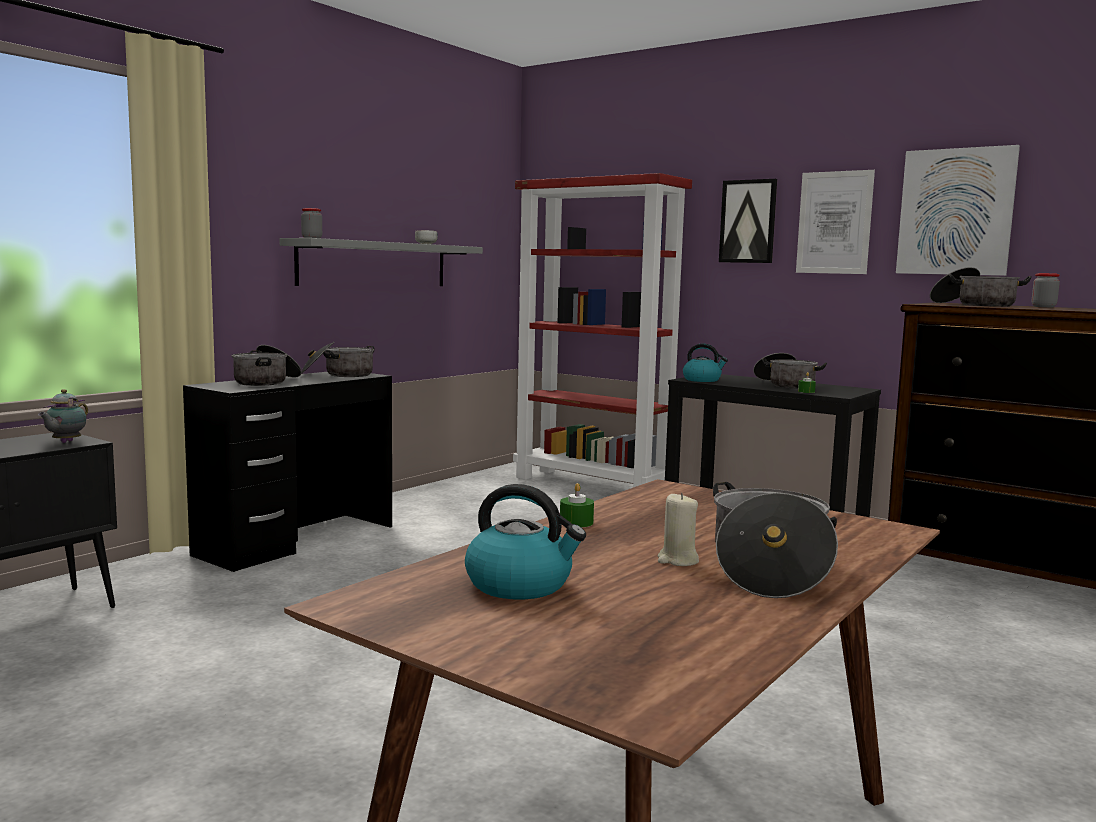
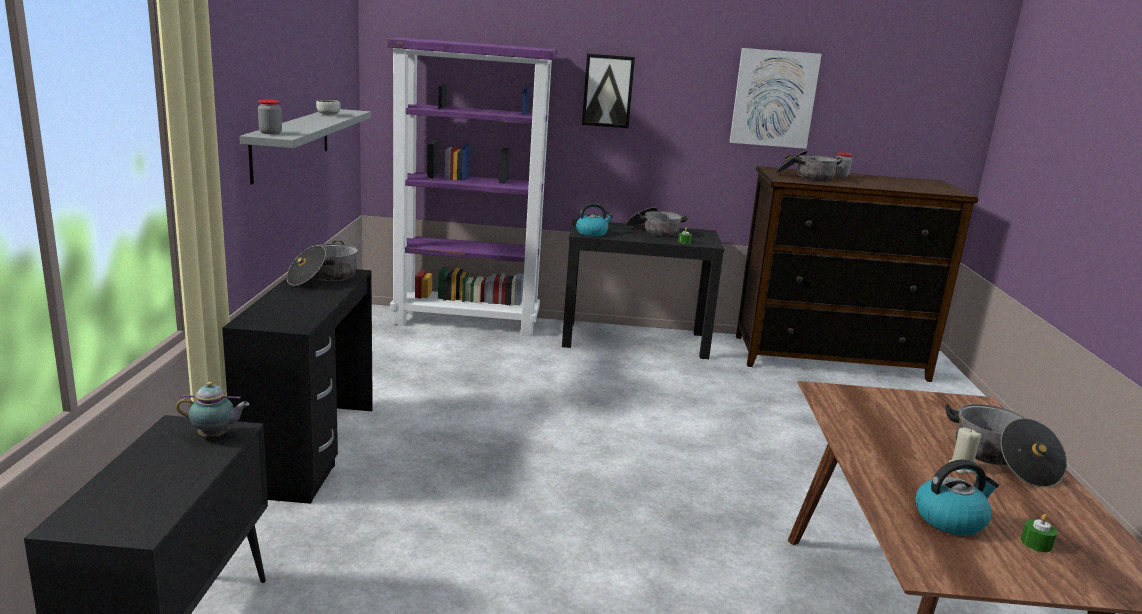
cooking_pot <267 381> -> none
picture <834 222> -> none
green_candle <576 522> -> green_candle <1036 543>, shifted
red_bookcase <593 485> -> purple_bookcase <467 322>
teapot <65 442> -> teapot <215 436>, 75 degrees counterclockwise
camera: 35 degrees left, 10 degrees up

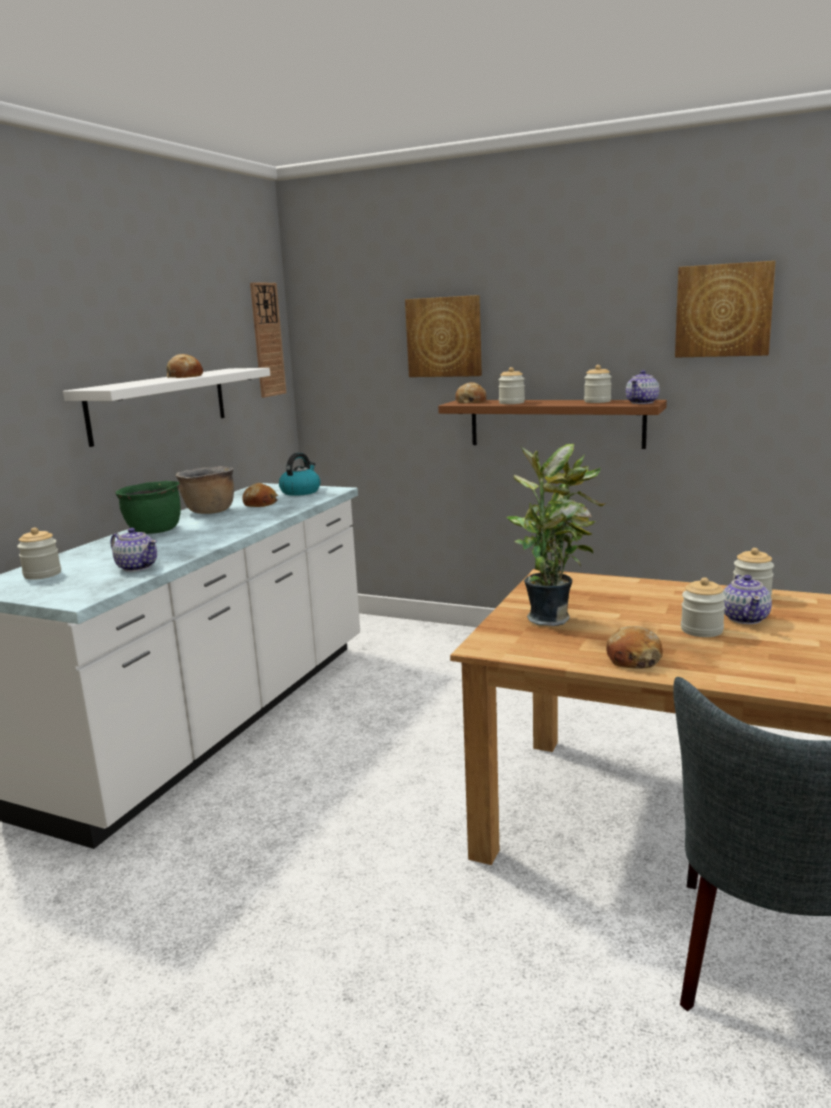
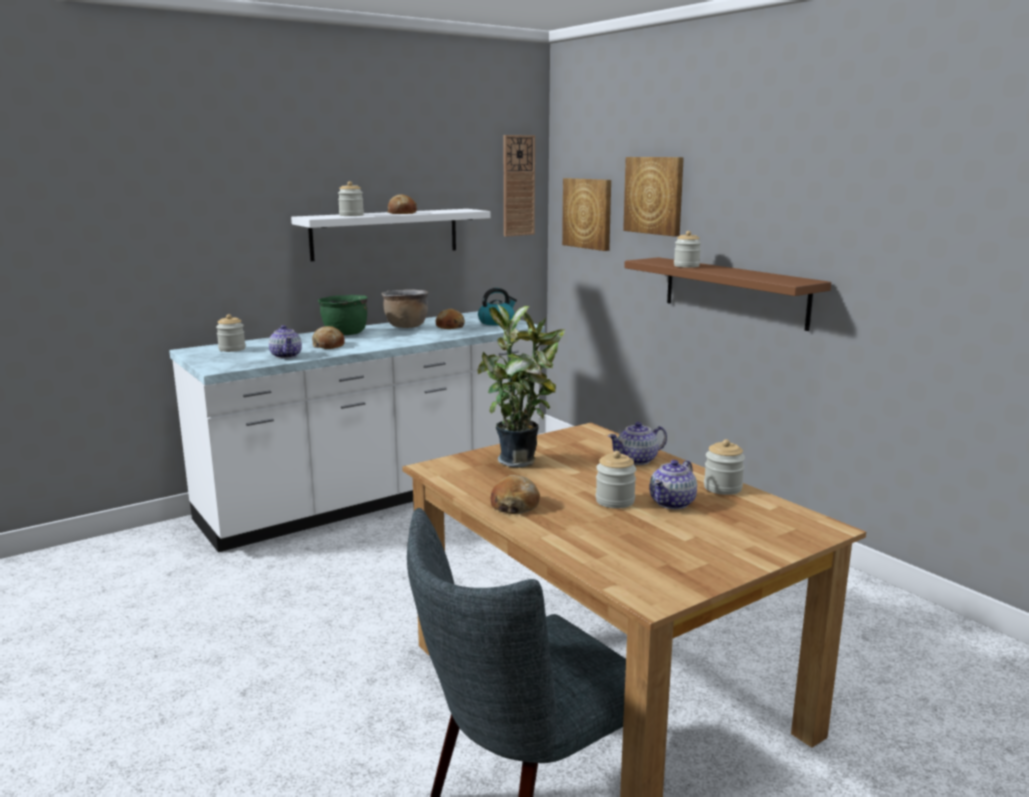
bread <471 402> -> bread <328 345>, shifted
jar <597 401> -> jar <351 215>, shifted
teapot <642 402> -> teapot <637 460>, shifted
picture <723 310> -> picture <588 213>, shifted
camera: 30 degrees right, 0 degrees up

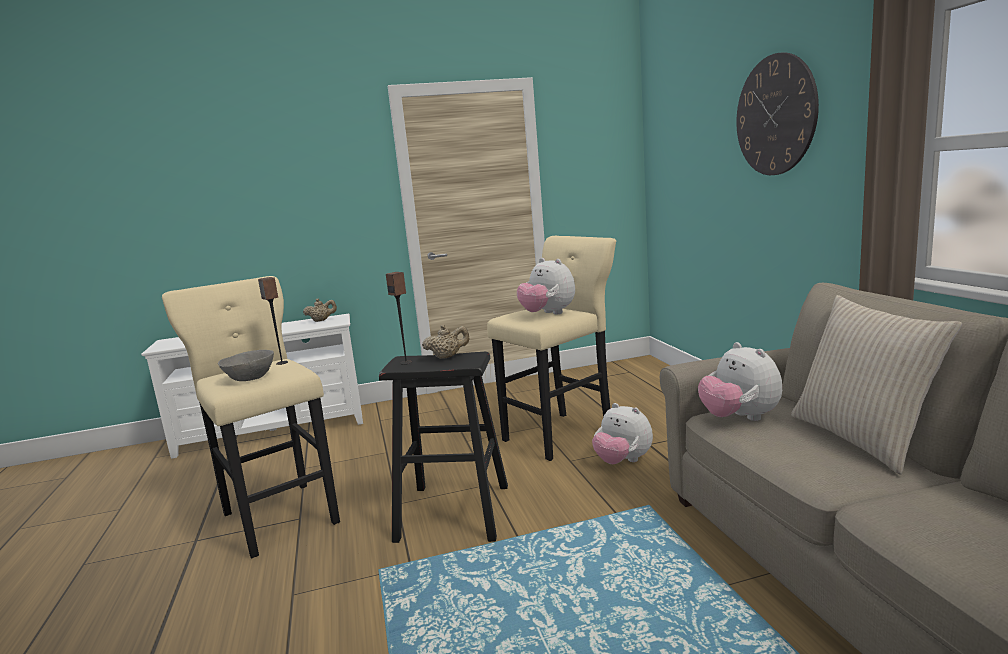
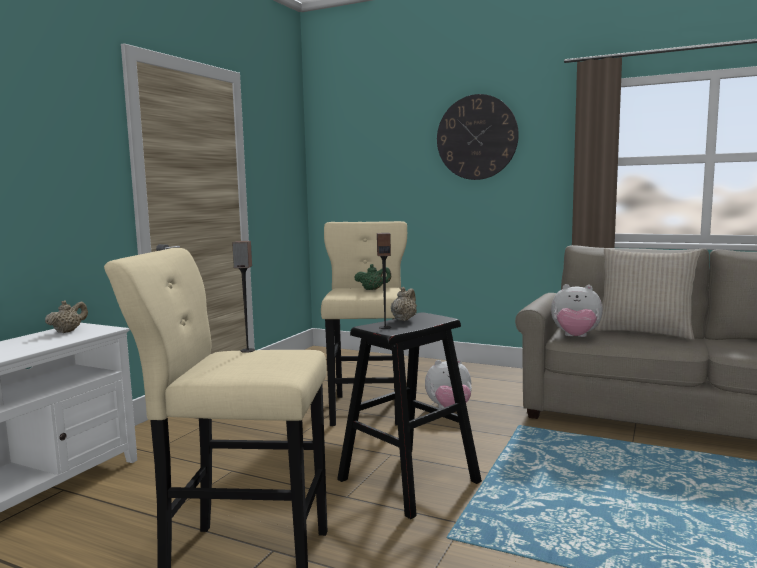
grey_bowl <250 377> -> none
plush_toy <547 314> -> green_teapot <373 289>
camera: 50 degrees left, 5 degrees down

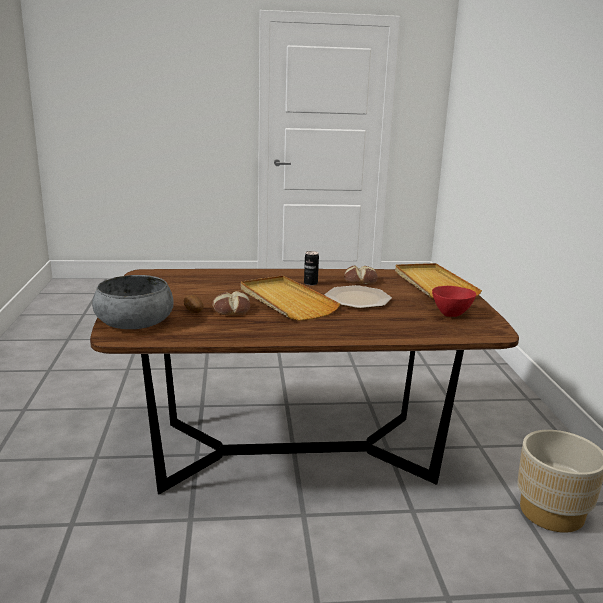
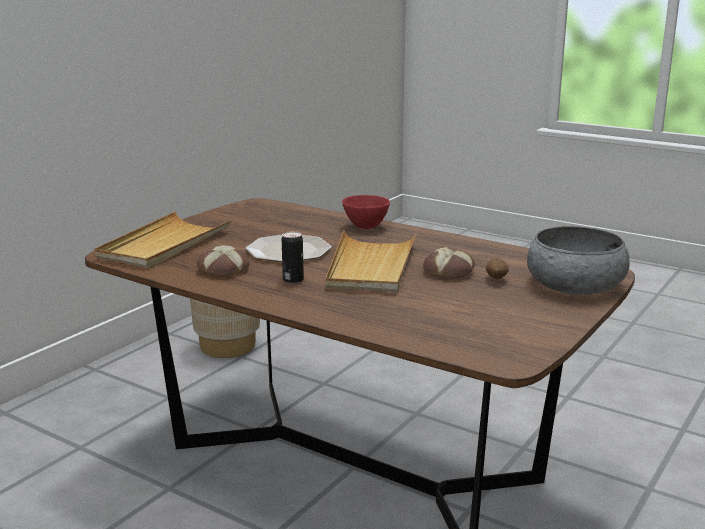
red_bowl <451 314> -> red_bowl <365 226>, shifted
camera: 140 degrees left, 0 degrees up

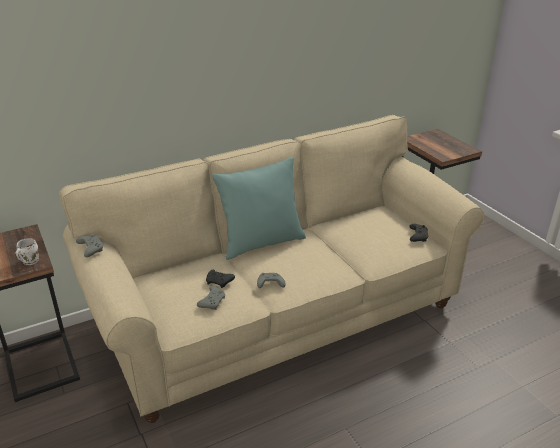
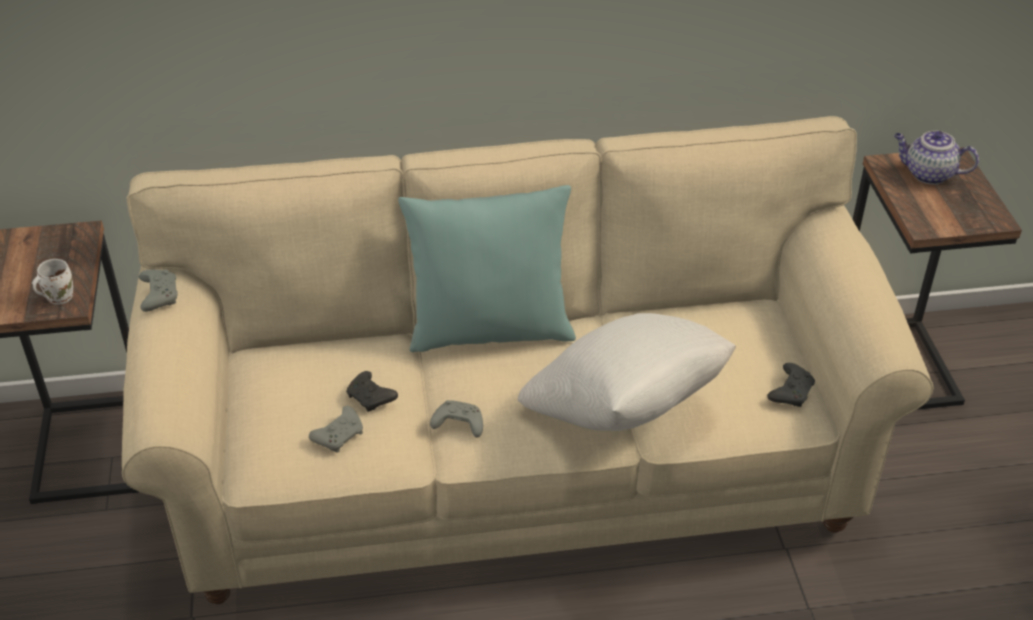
none -> white_pillow <623 414>
none -> teapot <928 174>
camera: 20 degrees right, 10 degrees up

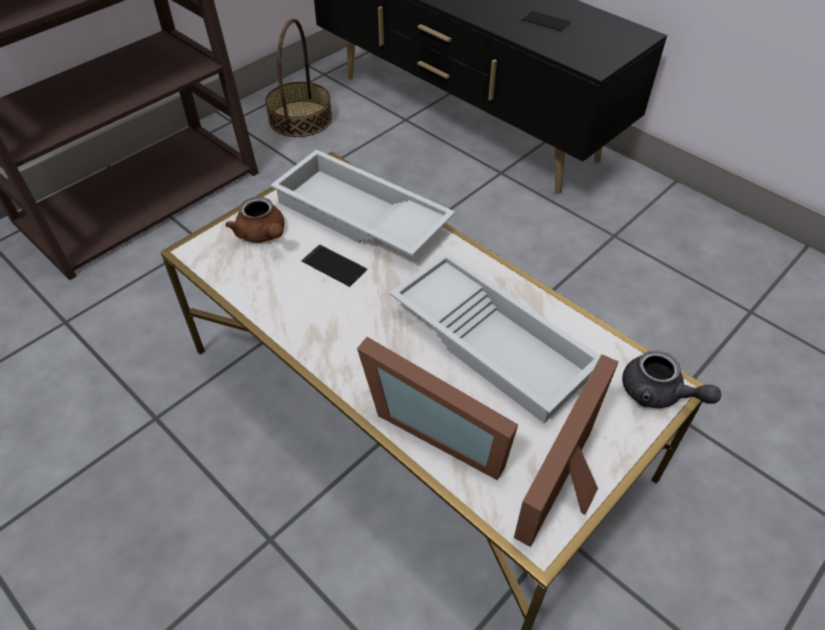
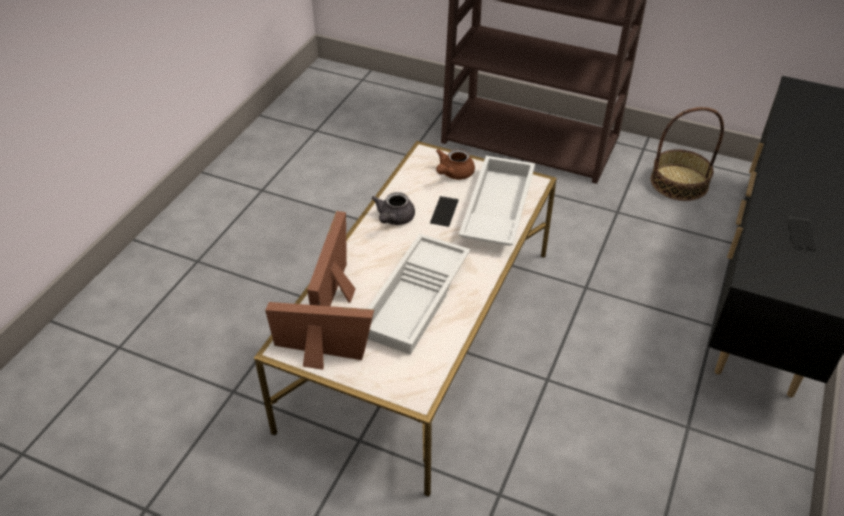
grey_teapot <658 394> -> grey_teapot <394 219>, shifted
camera: 70 degrees right, 5 degrees down

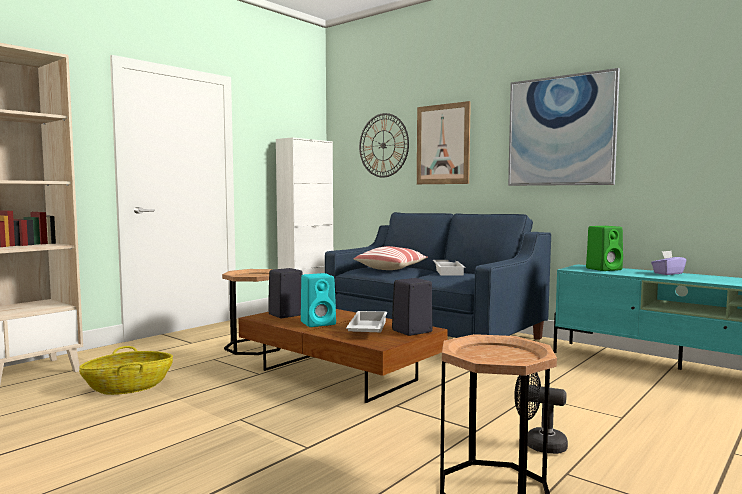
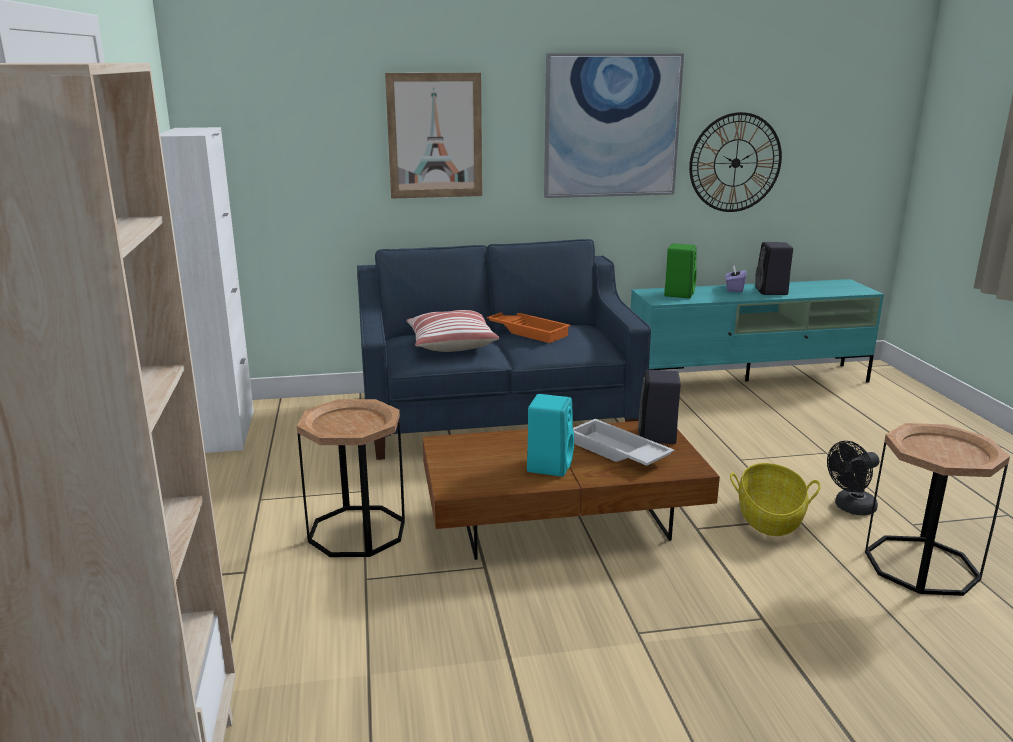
basket <128 387> -> basket <769 518>, shifted
black_speaker <285 315> -> black_speaker <772 292>, shifted
wall_clock <383 145> -> wall_clock <735 163>, shifted
white_tray <449 271> -> orange_tray <529 331>
camera: 50 degrees left, 15 degrees up

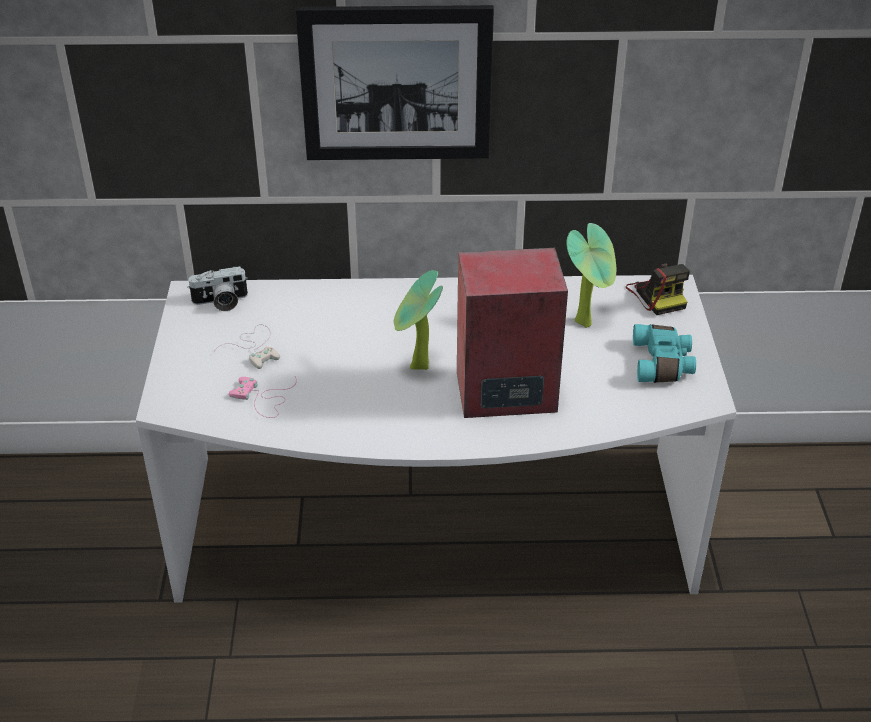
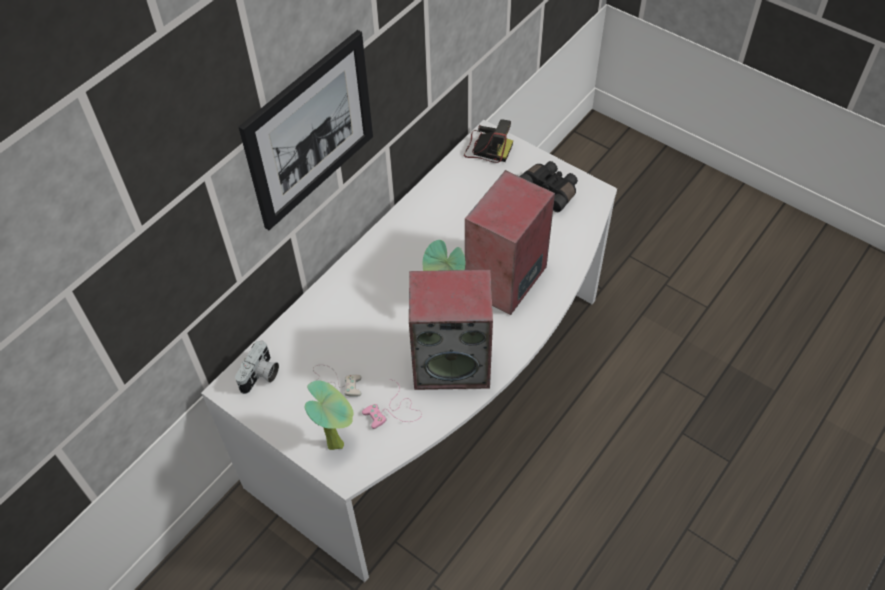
none -> speaker <452 363>
potted_plant <587 322> -> potted_plant <338 442>, shifted
turquoise_binoculars <663 364> -> black_binoculars <550 190>
camera: 50 degrees left, 15 degrees up

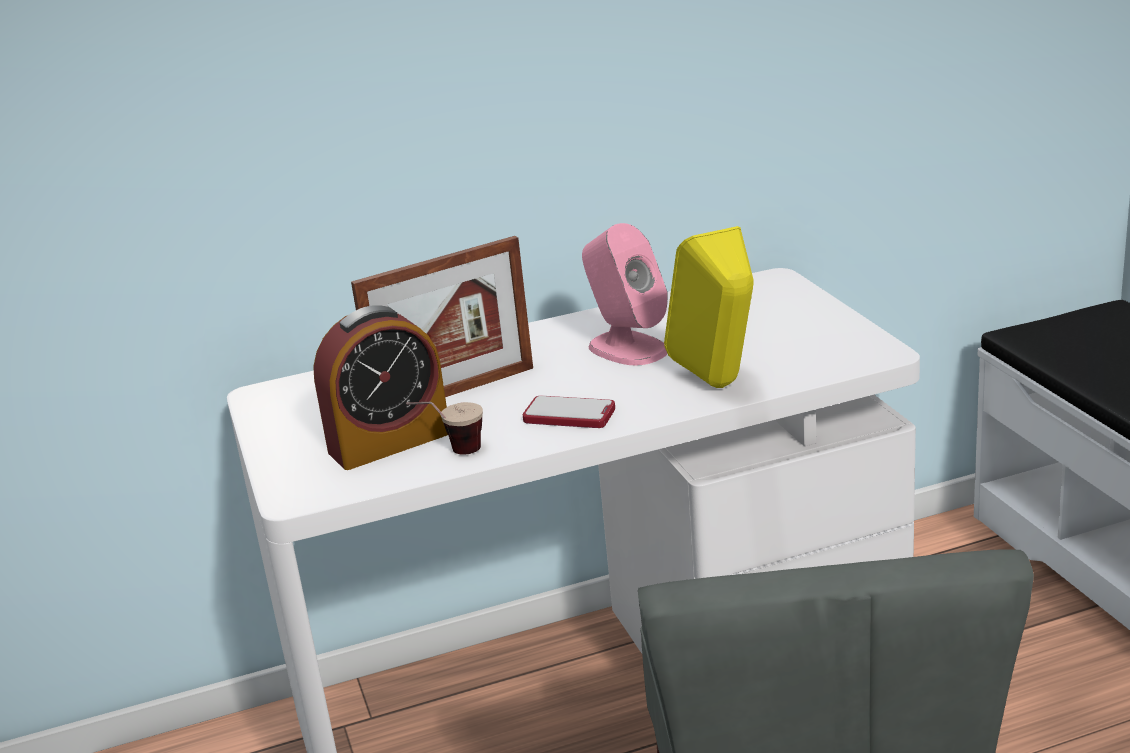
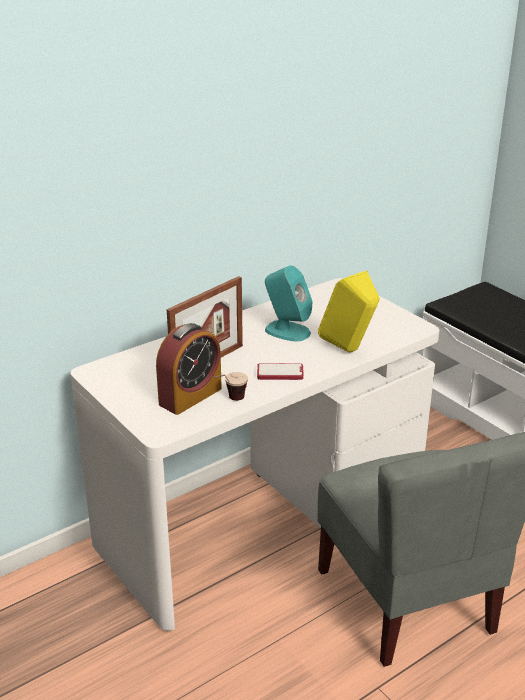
pink_speaker <627 348> -> turquoise_speaker <287 331>
camera: 20 degrees left, 5 degrees up

